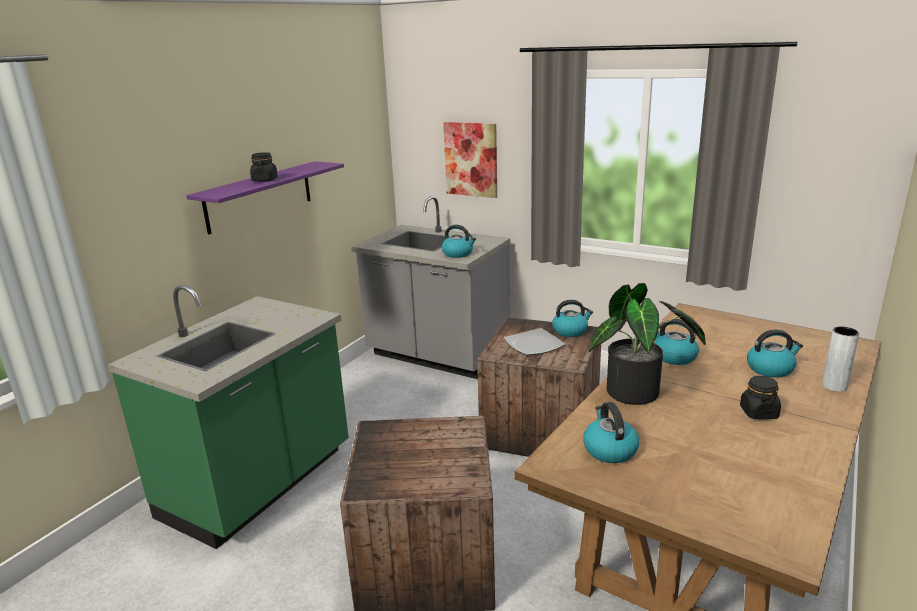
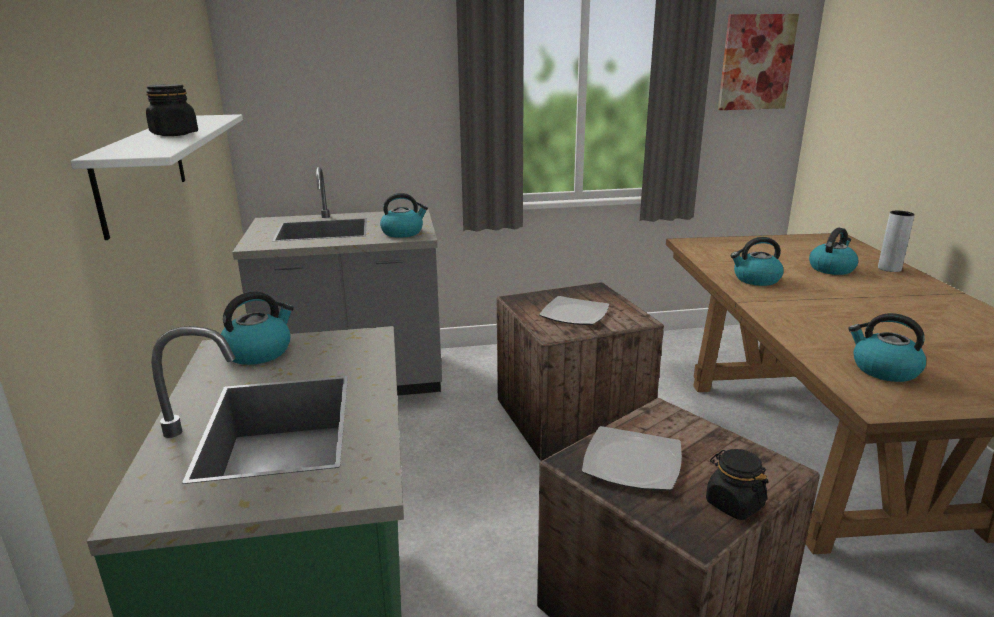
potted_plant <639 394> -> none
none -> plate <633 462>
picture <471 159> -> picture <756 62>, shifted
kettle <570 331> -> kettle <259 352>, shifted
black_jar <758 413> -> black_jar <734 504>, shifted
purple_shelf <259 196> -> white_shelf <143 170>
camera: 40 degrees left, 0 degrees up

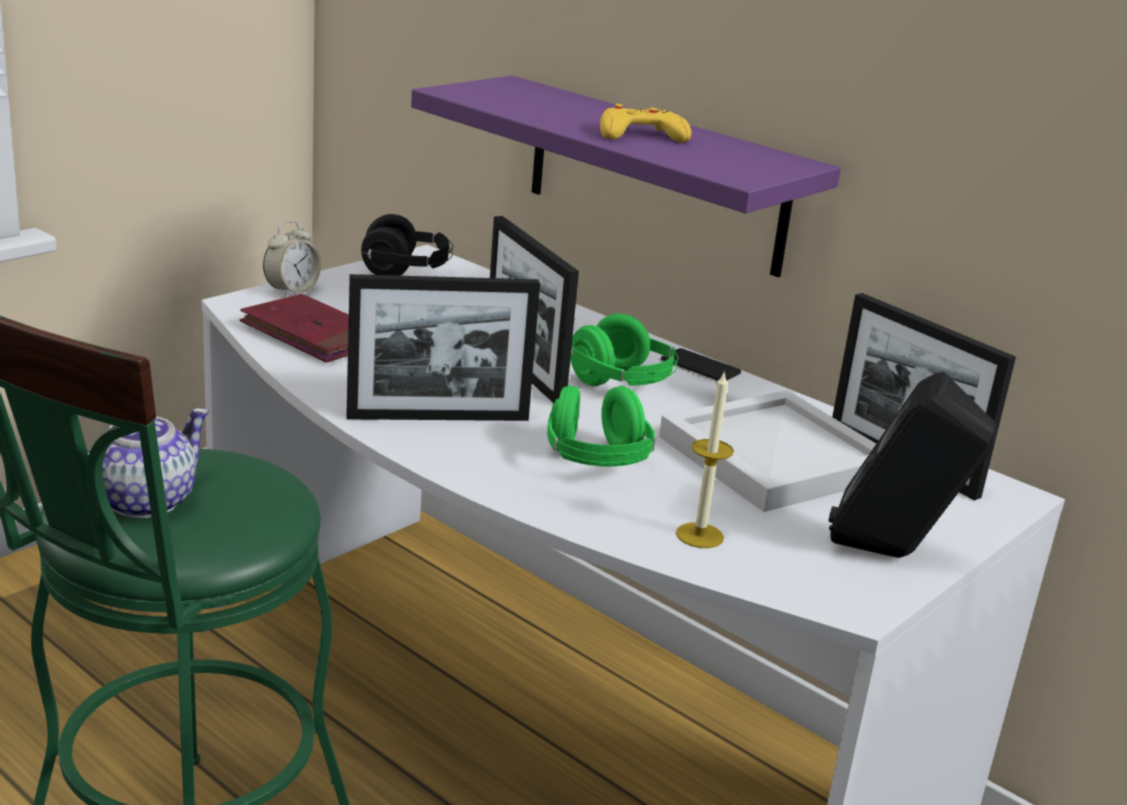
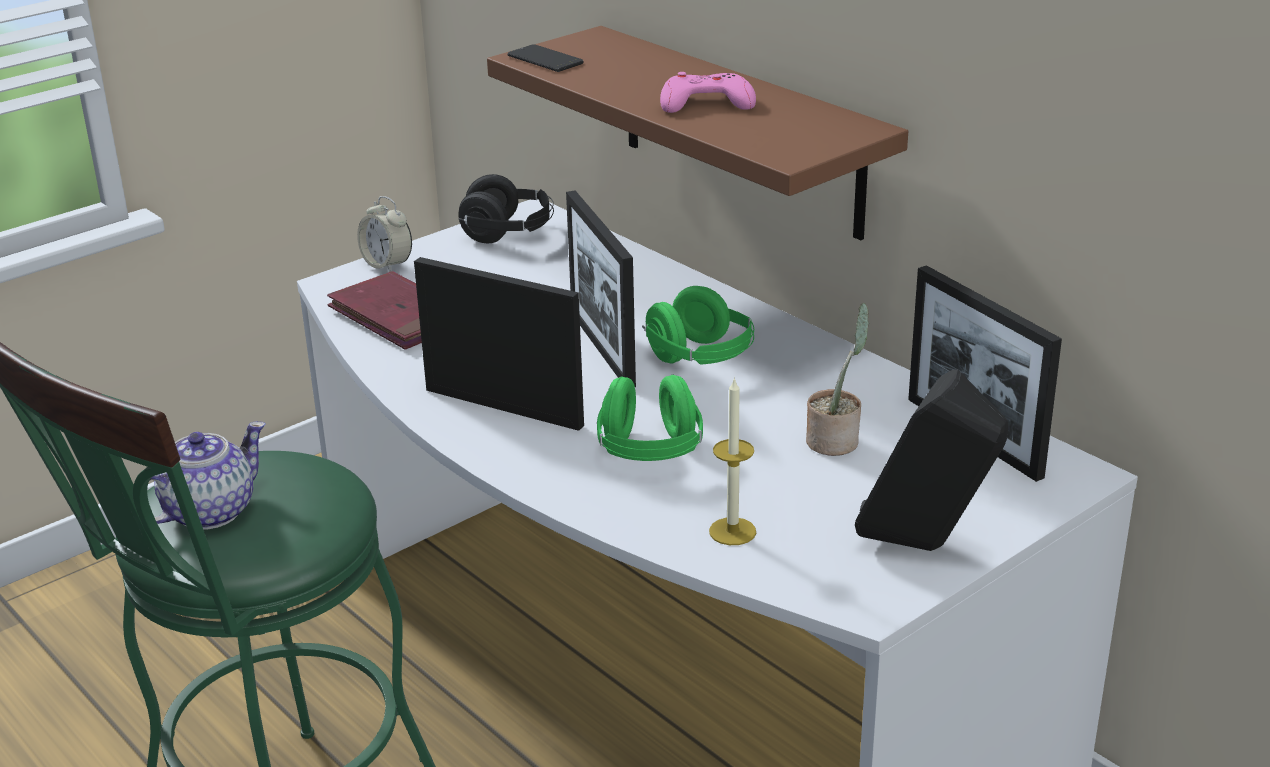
phone <700 366> -> phone <545 60>, shifted
white_tray <774 459> -> potted_plant <835 441>
purple_shelf <655 175> -> brown_shelf <740 131>
yellow_game_controller <641 135> -> pink_game_controller <706 103>
alarm_clock <292 291> -> alarm_clock <387 265>, 90 degrees clockwise
picture_frame <438 417> -> picture_frame <503 407>, 150 degrees counterclockwise
camera: 10 degrees right, 5 degrees up

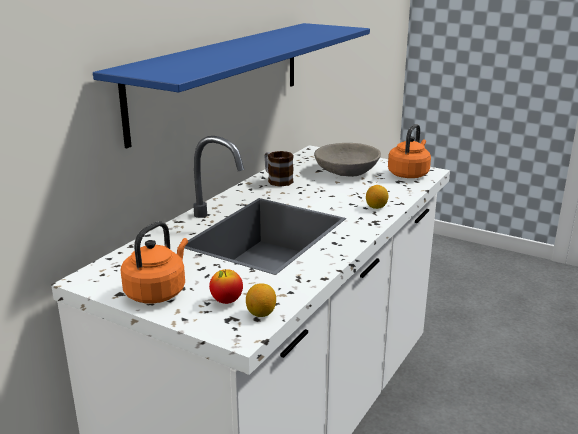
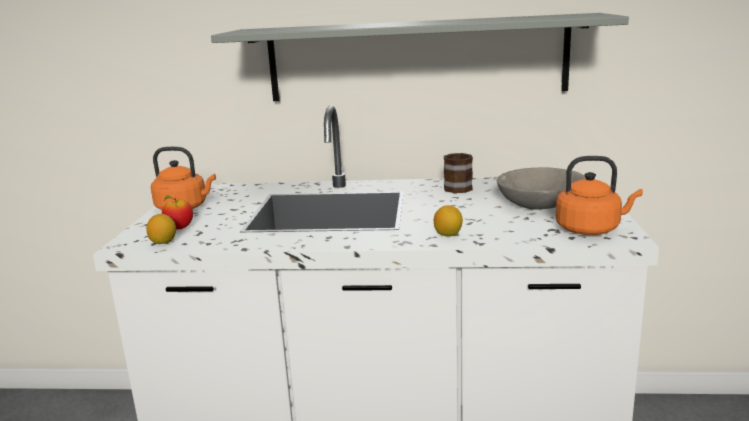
blue_shelf <221 77> -> grey_shelf <416 59>
camera: 65 degrees right, 5 degrees down

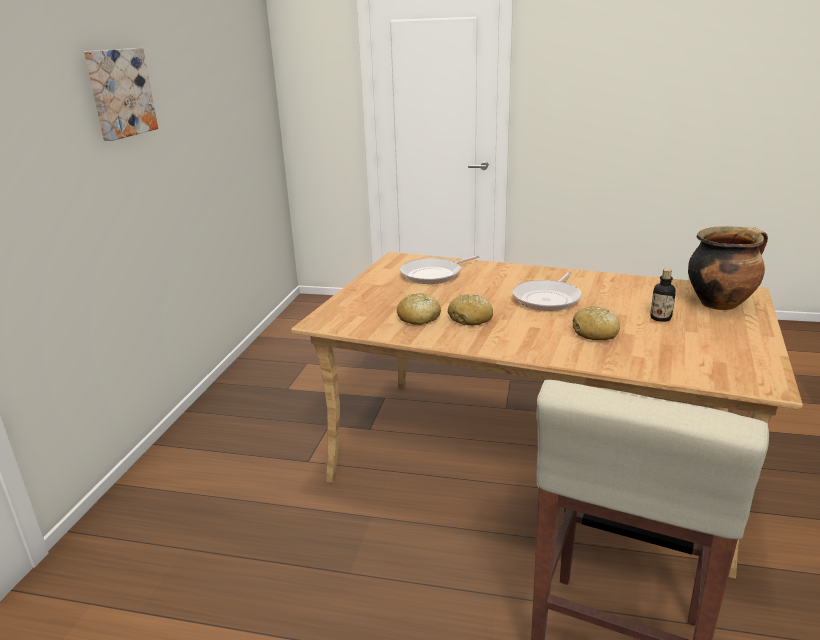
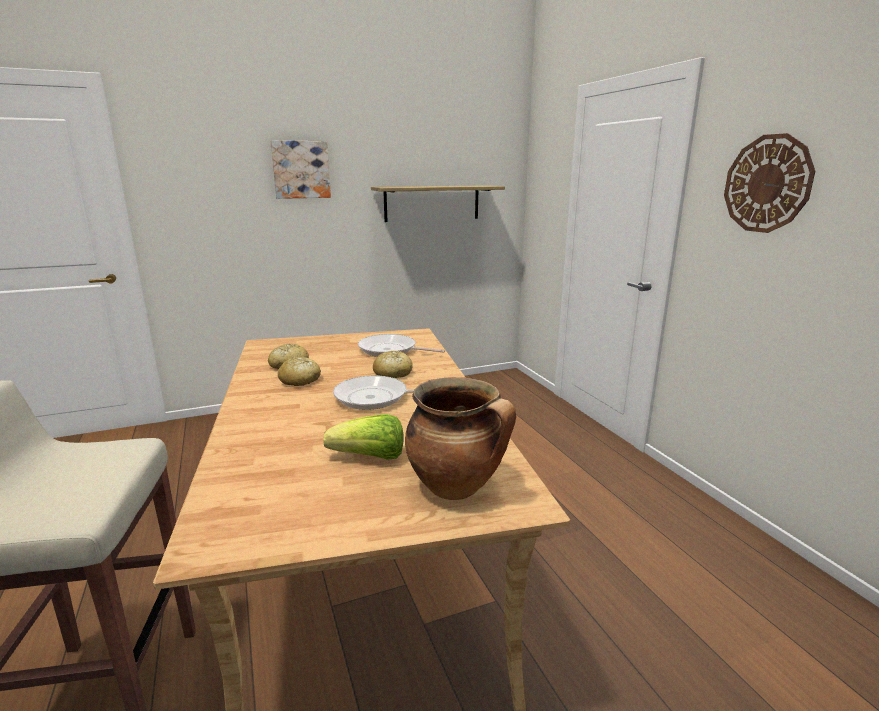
none -> shelf <432 203>
none -> wall_clock <767 184>
bread <595 333> -> bread <392 373>, shifted
bottle <660 318> -> lettuce <370 457>
camera: 55 degrees right, 5 degrees down

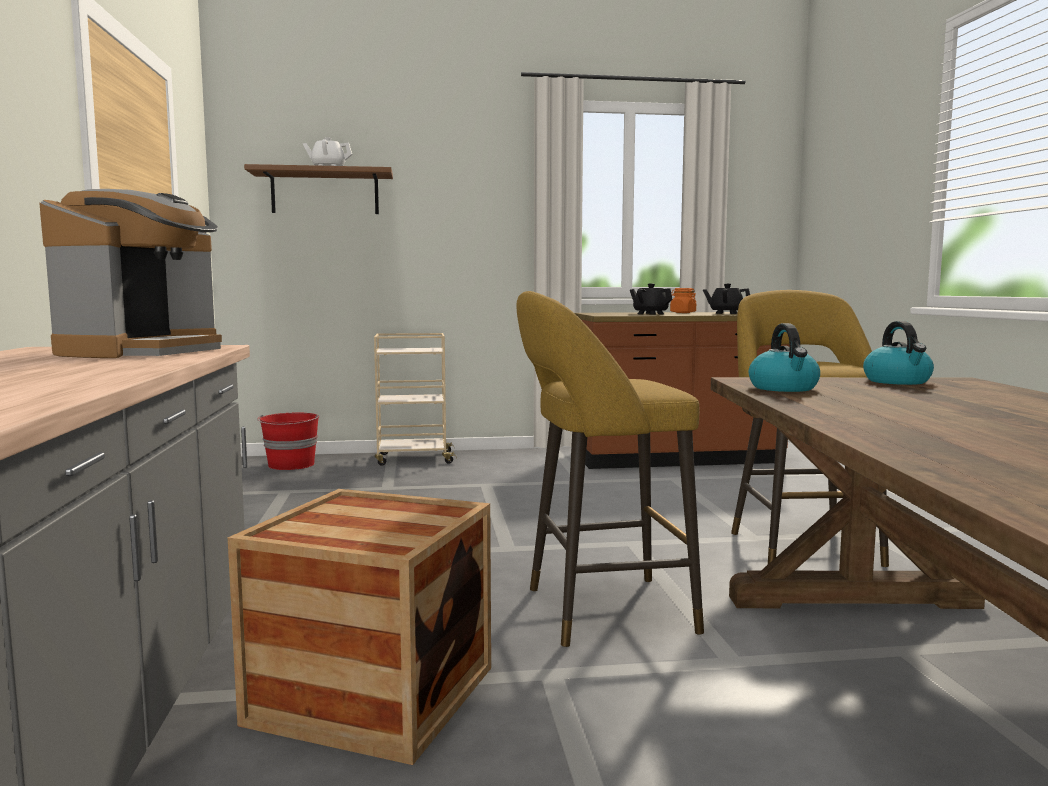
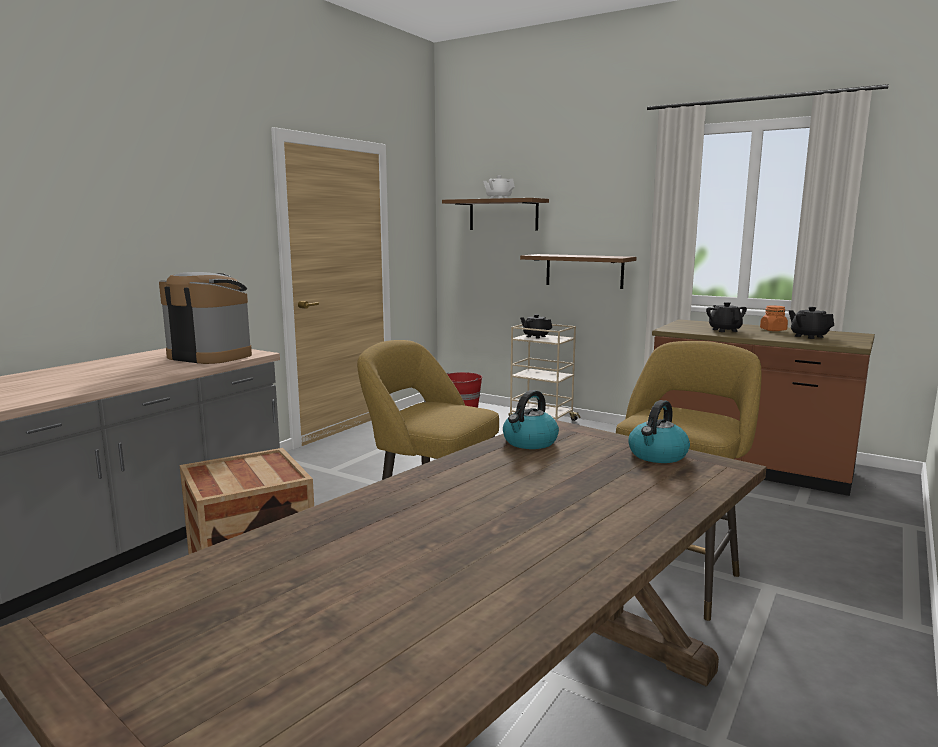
none -> brown_shelf <584 271>
none -> black_teapot <535 336>
coffee_machine <143 351> -> coffee_machine <210 356>, 120 degrees counterclockwise
camera: 40 degrees right, 5 degrees up

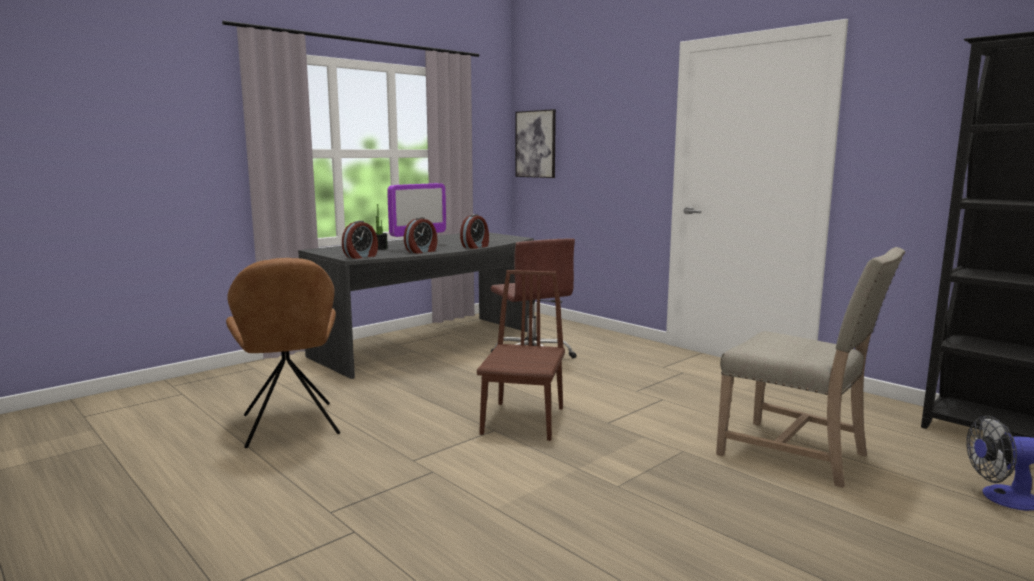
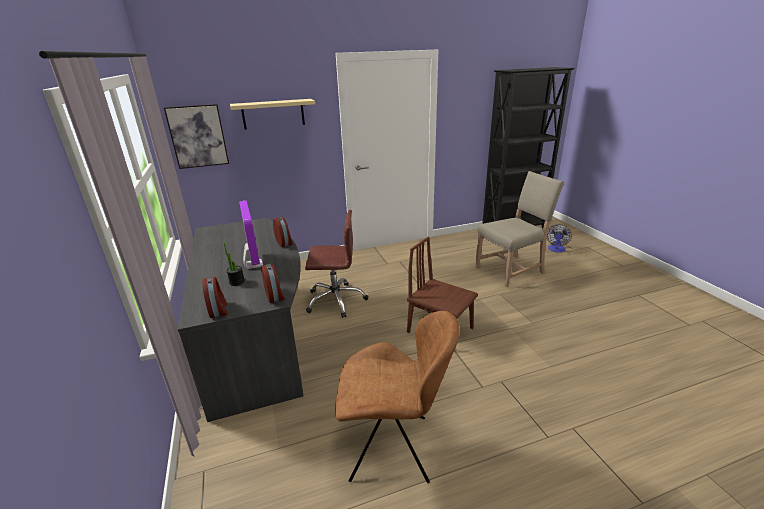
none -> beige_shelf <273 114>
alarm_clock <422 251> -> alarm_clock <218 310>, shifted
camera: 65 degrees left, 15 degrees up

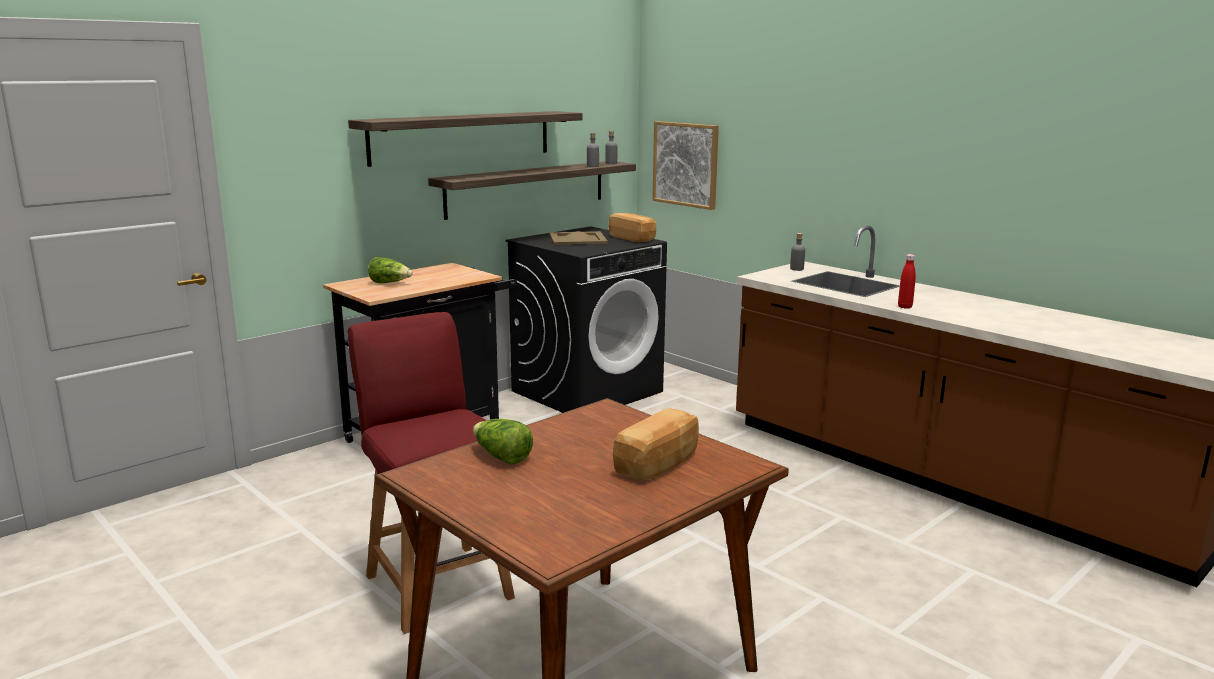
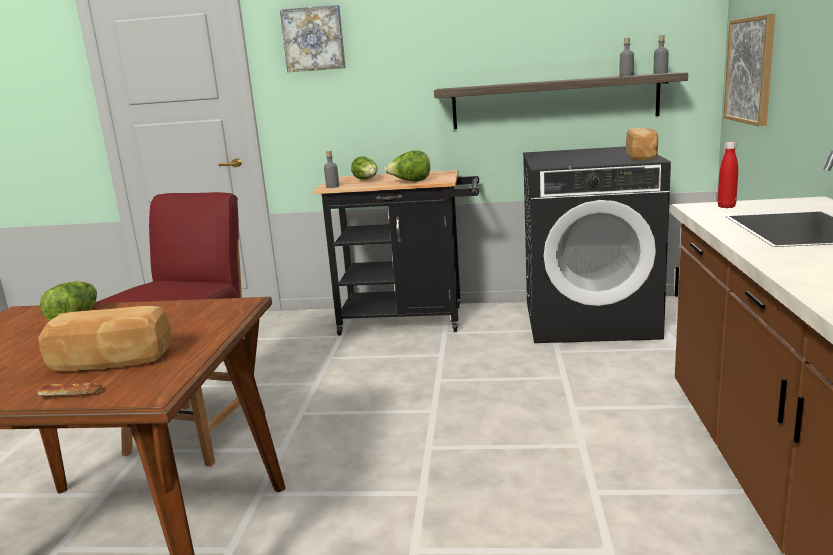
shelf <462 137> -> none
beige_tray <578 239> -> none
none -> bread <71 394>
none -> picture <313 39>
none -> lettuce <410 182>
grey_bottle <796 269> -> grey_bottle <332 186>, shifted
red_bottle <905 307> -> red_bottle <726 206>, shifted
camera: 50 degrees right, 0 degrees up

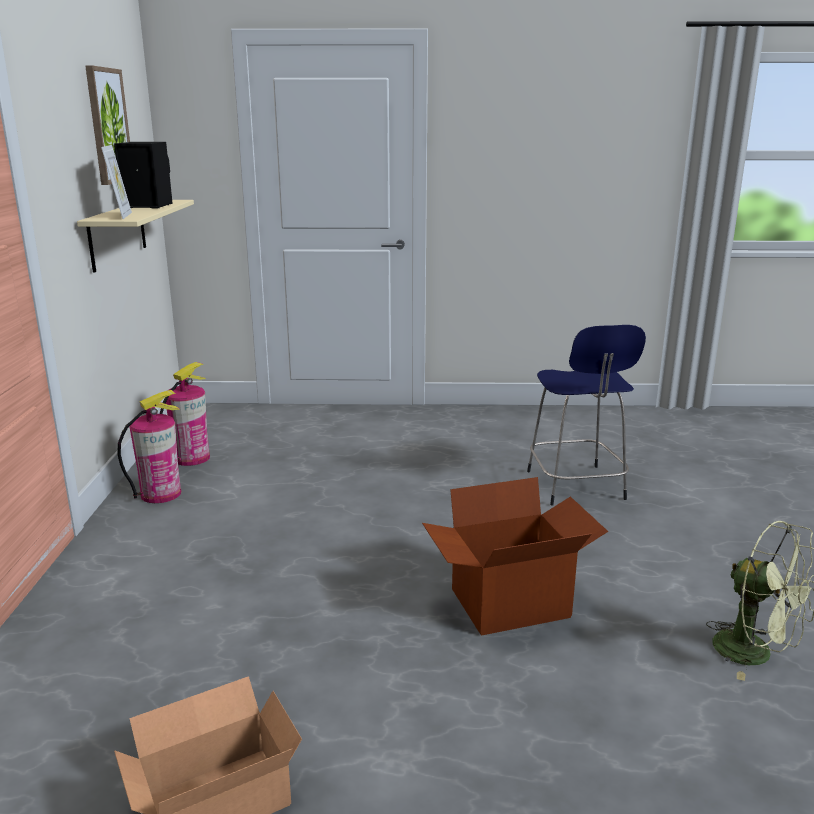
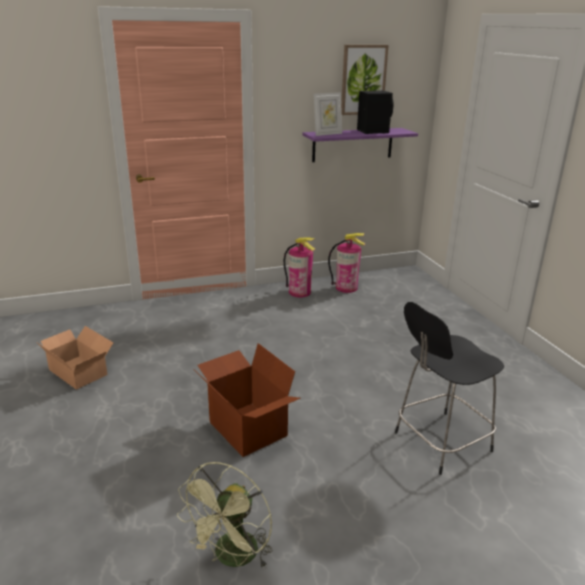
beige_shelf <117 234> -> purple_shelf <352 144>
blue_stool <576 487> -> black_stool <439 443>
camera: 70 degrees right, 5 degrees up

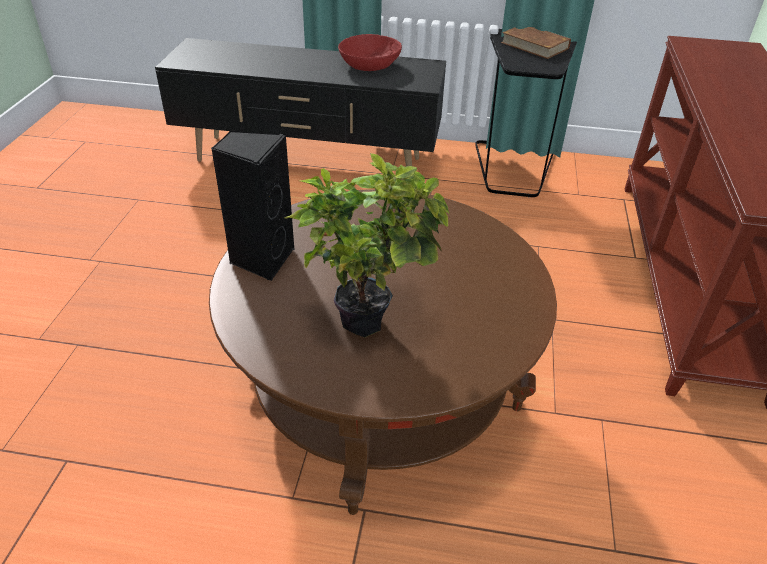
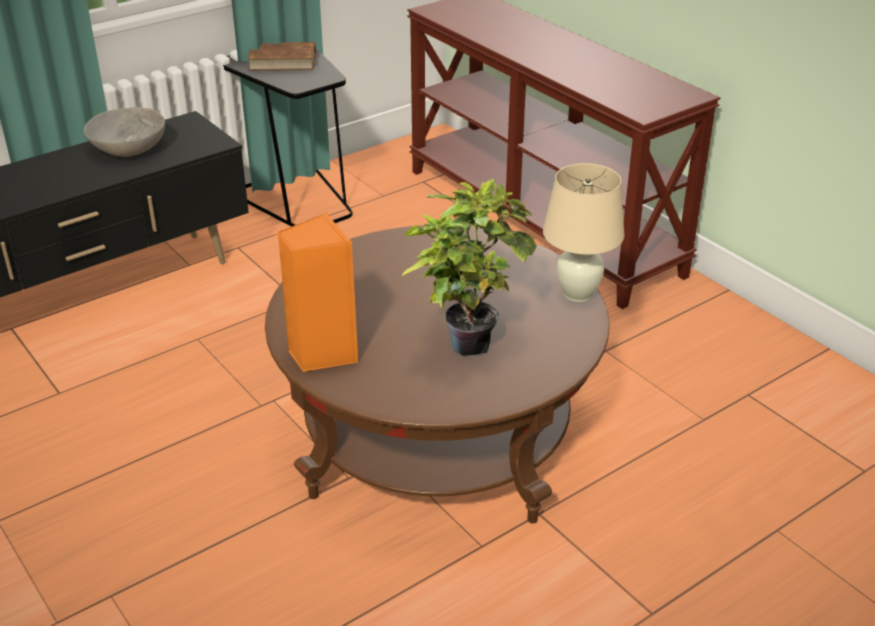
none -> beige_table_lamp <578 294>
black_speaker <261 259> -> orange_speaker <321 353>
red_bowl <369 65> -> grey_bowl <128 147>
camera: 45 degrees left, 5 degrees down

